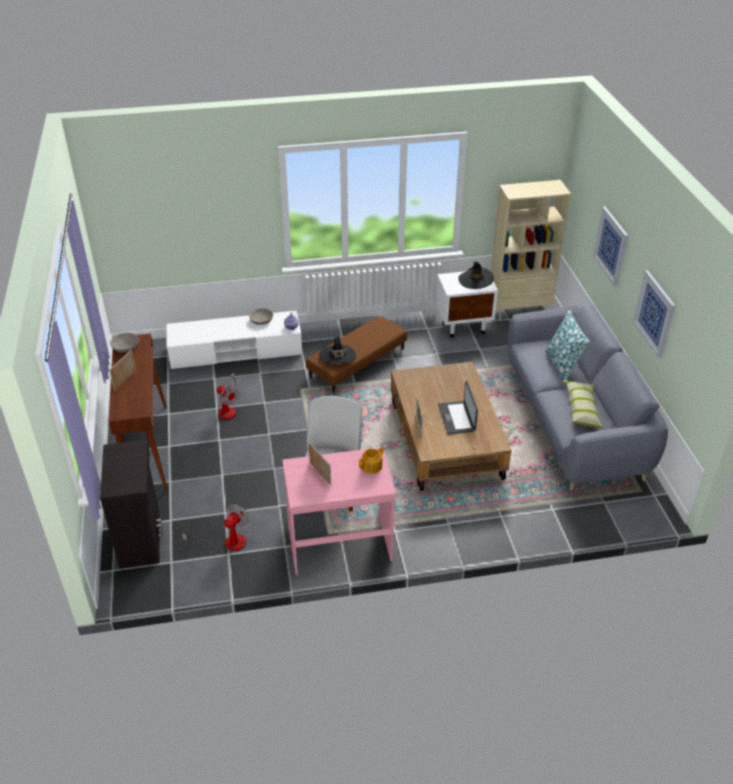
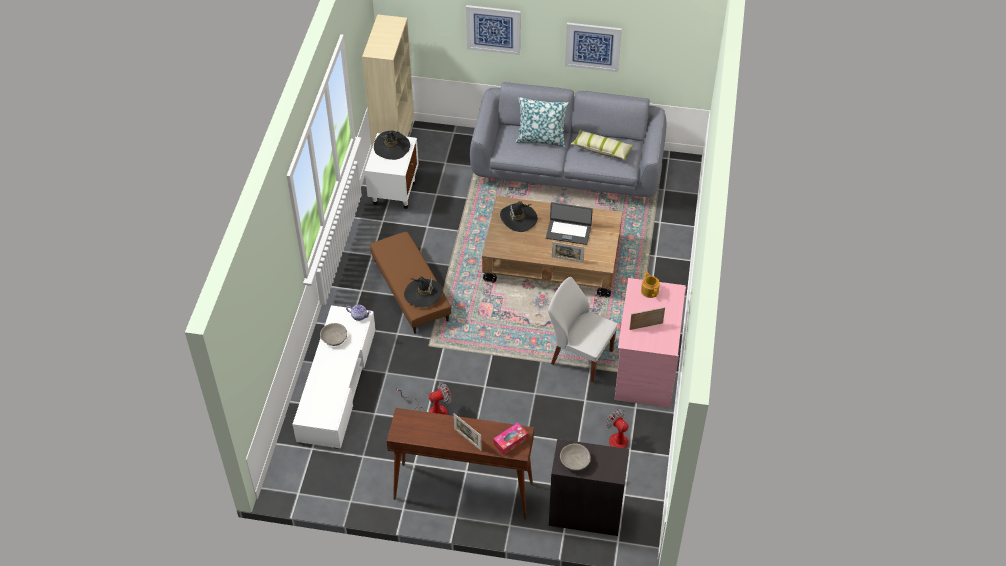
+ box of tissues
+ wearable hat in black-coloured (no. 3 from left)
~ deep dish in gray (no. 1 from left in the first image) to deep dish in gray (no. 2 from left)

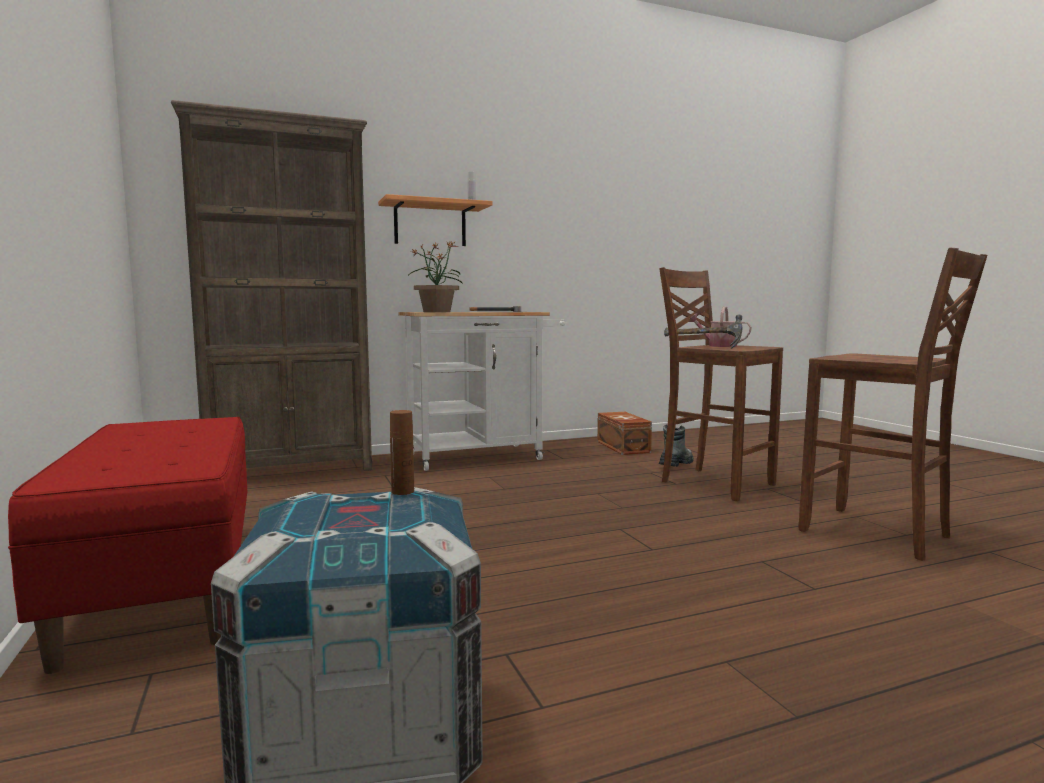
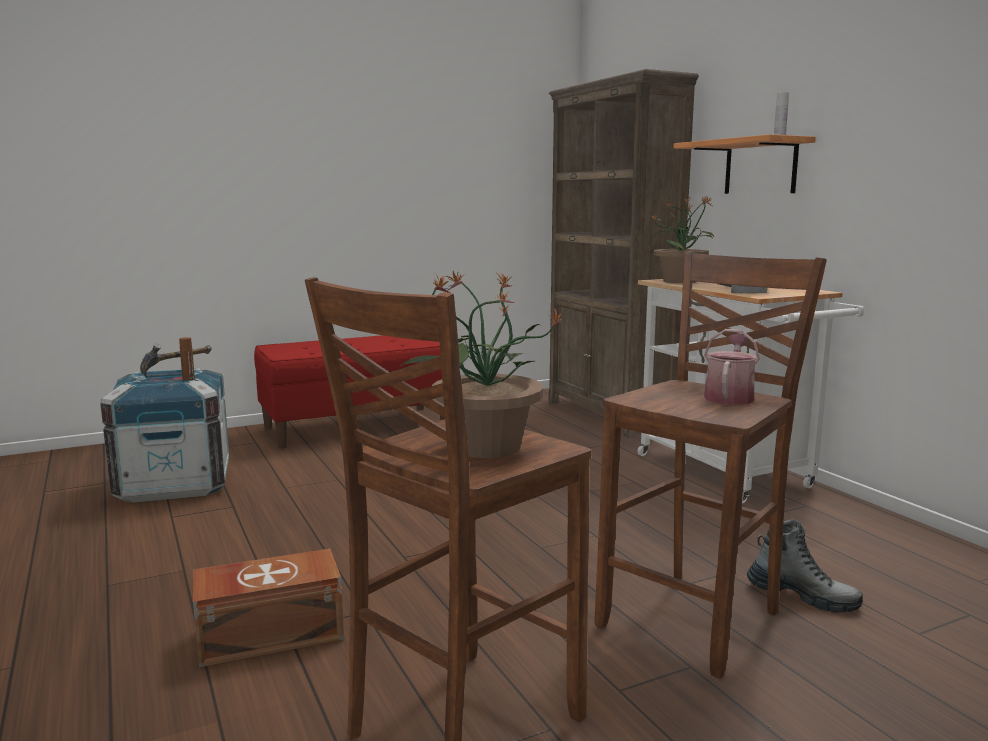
+ plant in a pot (no. 1 from left)
~ storage box in brown-coloured
~ hand hammer (no. 2 from left in the first image) to hand hammer (no. 1 from left)

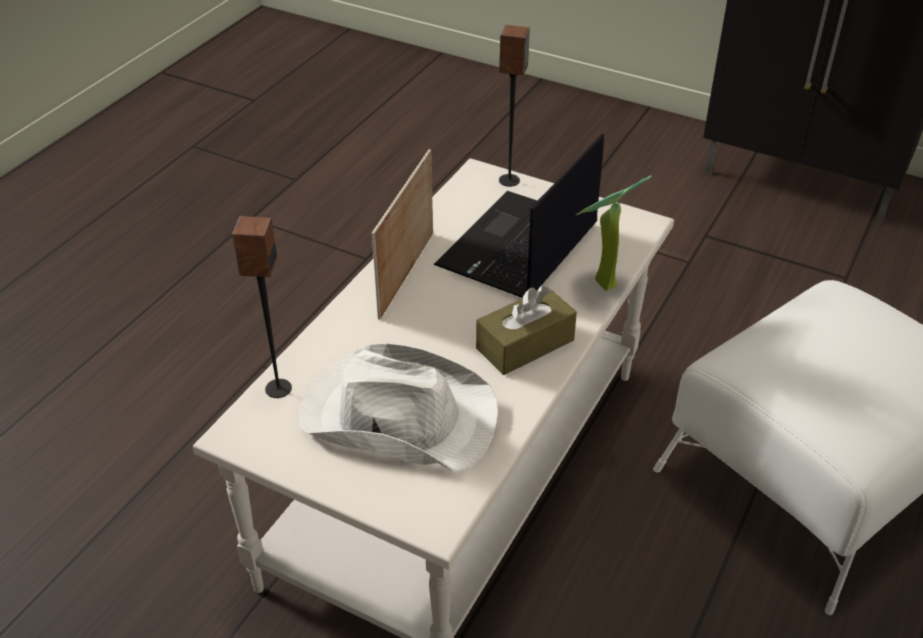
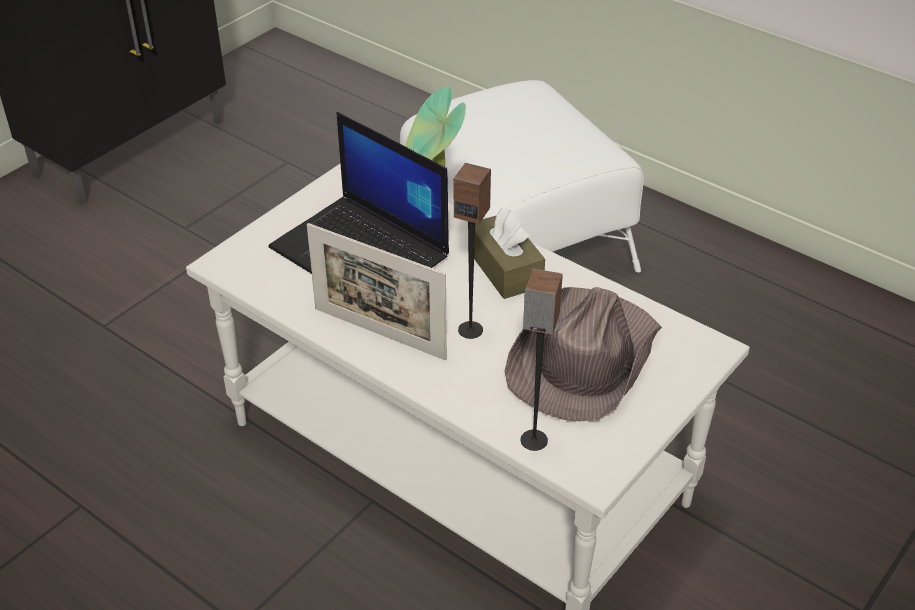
~ loudspeaker (no. 2 from left in the first image) to loudspeaker (no. 1 from left)
~ wearable hat in white to wearable hat in brown-coloured

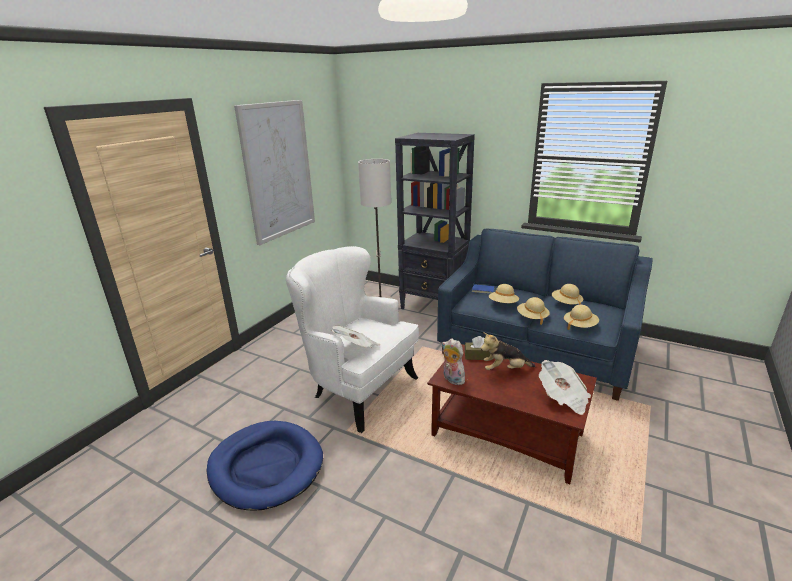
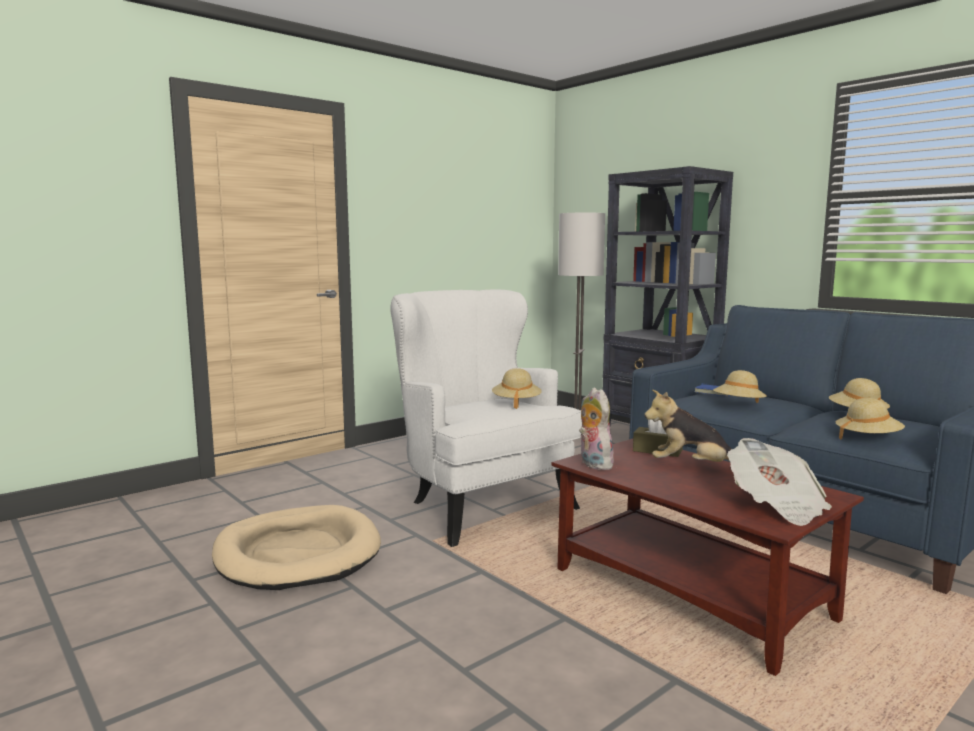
- wall art
- daily paper (no. 1 from left)
~ wearable hat in sand-coloured (no. 2 from left in the first image) to wearable hat in sand-coloured (no. 1 from left)
~ dog bed in bluish to dog bed in sand-coloured

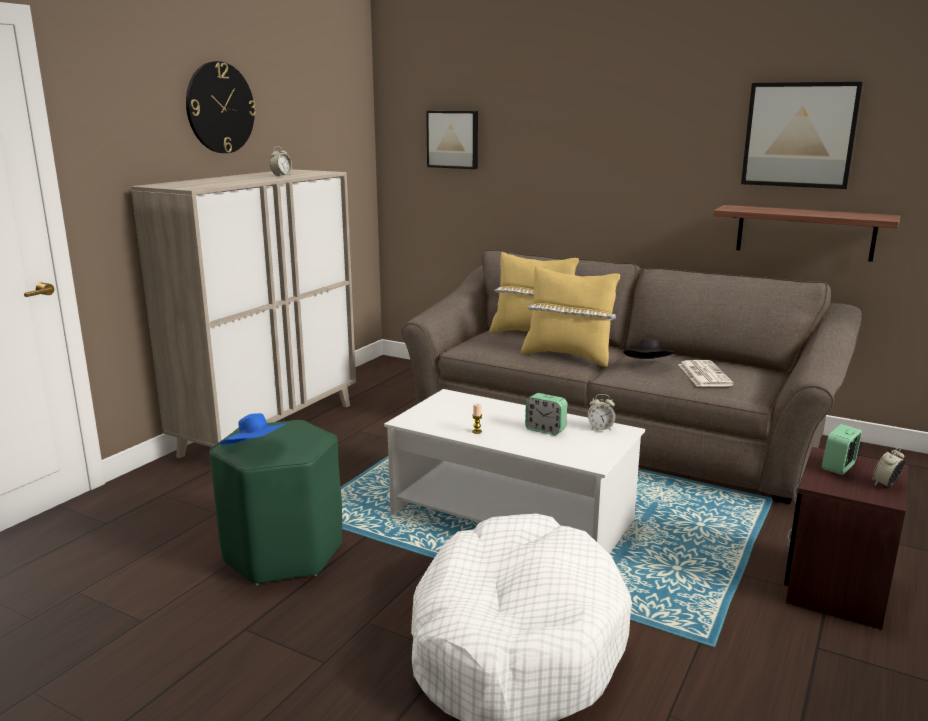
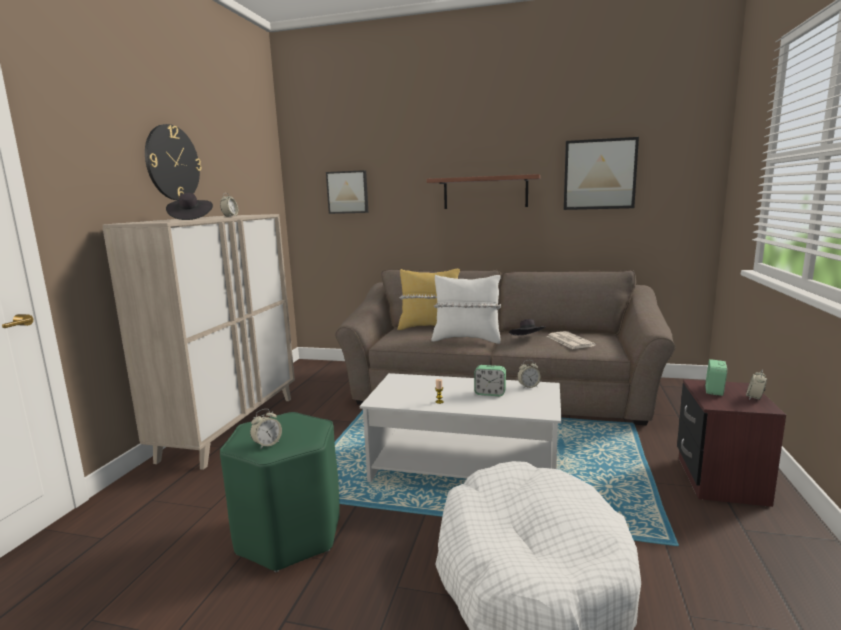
+ wearable hat in black-coloured (no. 1 from left)
~ wall shelf
~ wearable hat in bluish to bedside clock (no. 2 from left)
~ pillow in yellow (no. 2 from left) to pillow in white

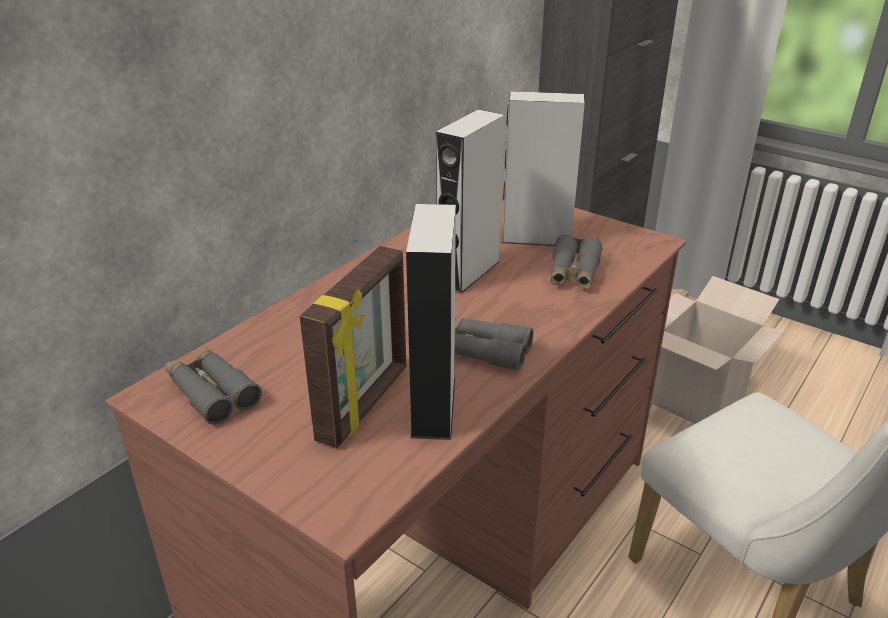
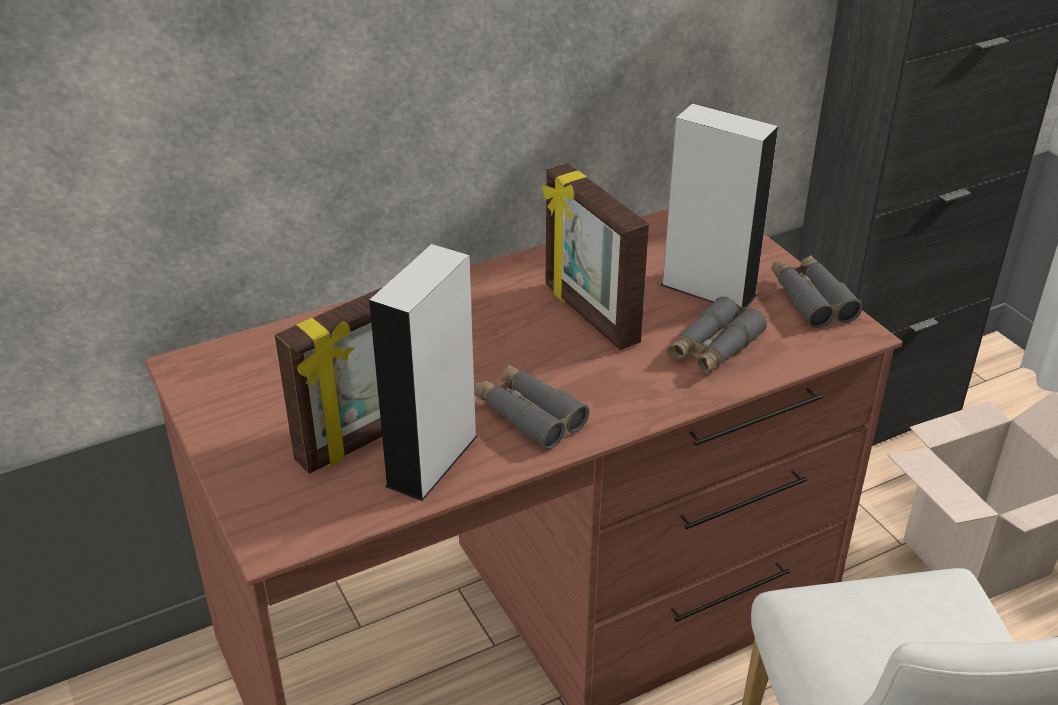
~ pair of binoculars in gray (no. 1 from left in the first image) to pair of binoculars in gray (no. 3 from left)
~ loudspeaker in gray (no. 2 from left) to photo frame (no. 2 from left)

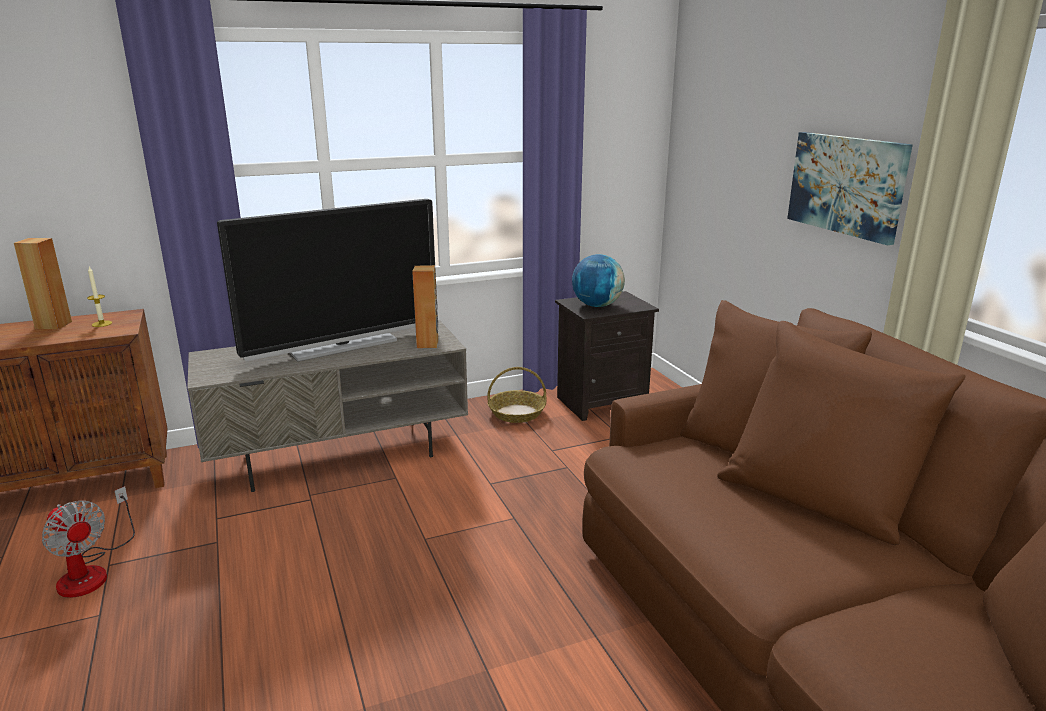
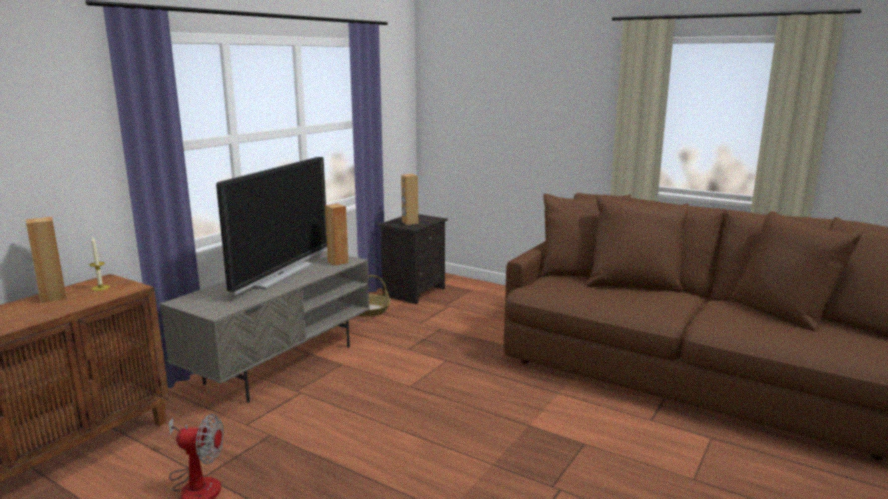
- wall art
~ globe to loudspeaker in brown-coloured (no. 3 from left)

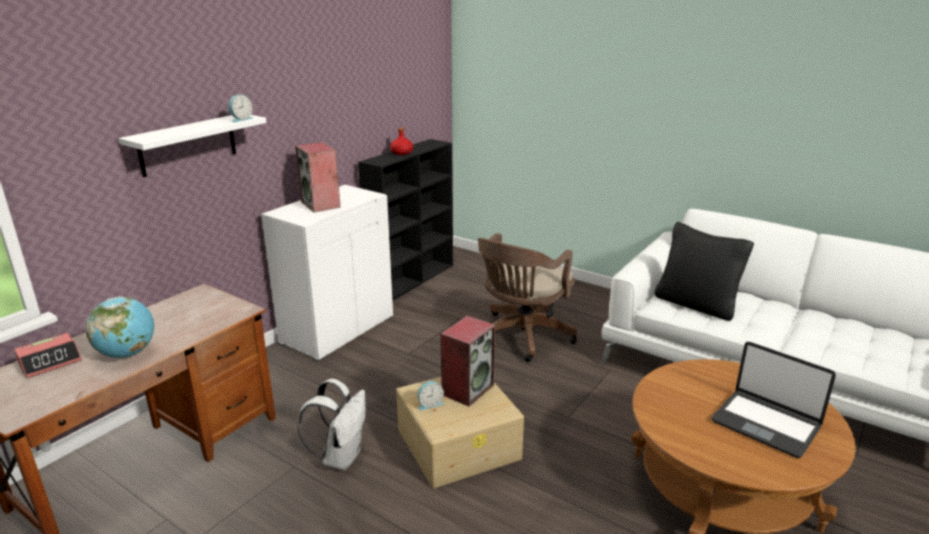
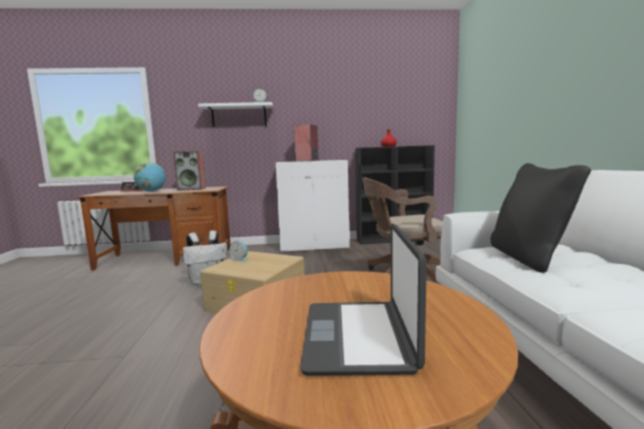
~ loudspeaker (no. 2 from left in the first image) to loudspeaker (no. 1 from left)

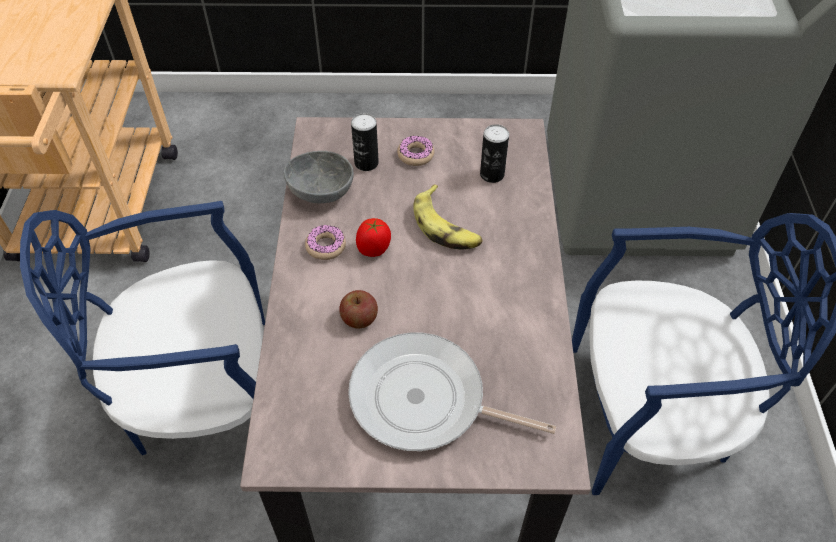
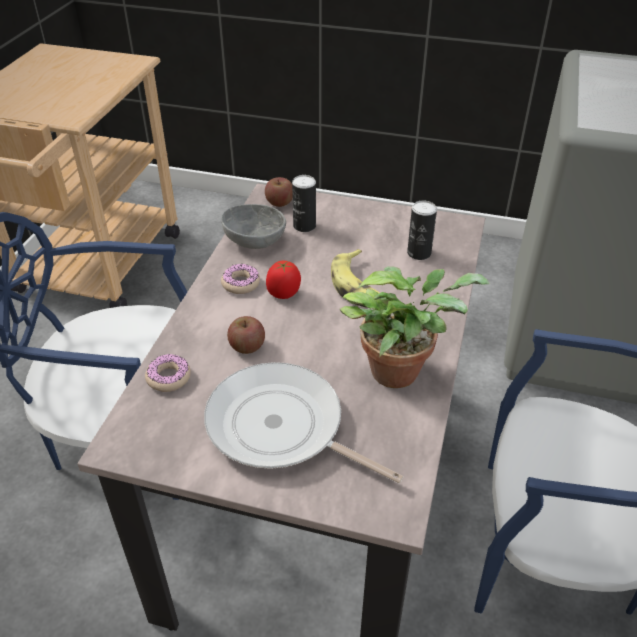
+ whole apple (no. 2 from left)
+ plant in a pot
~ donut (no. 2 from left in the first image) to donut (no. 1 from left)

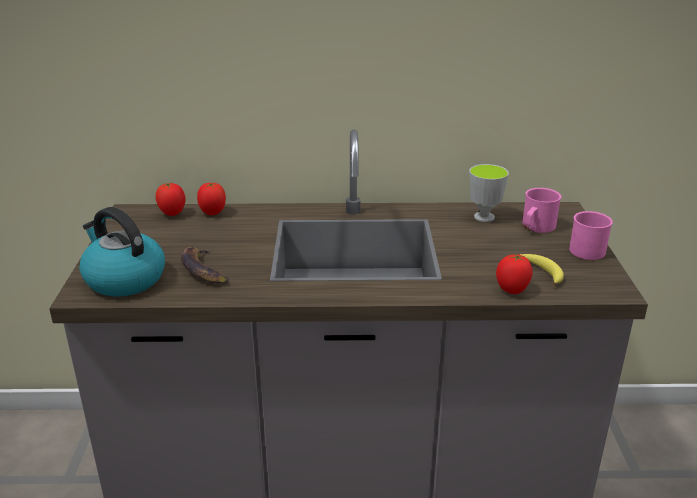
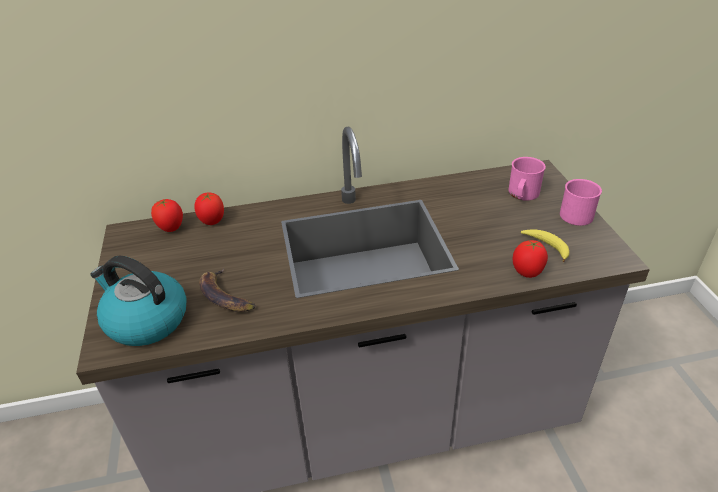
- cup

